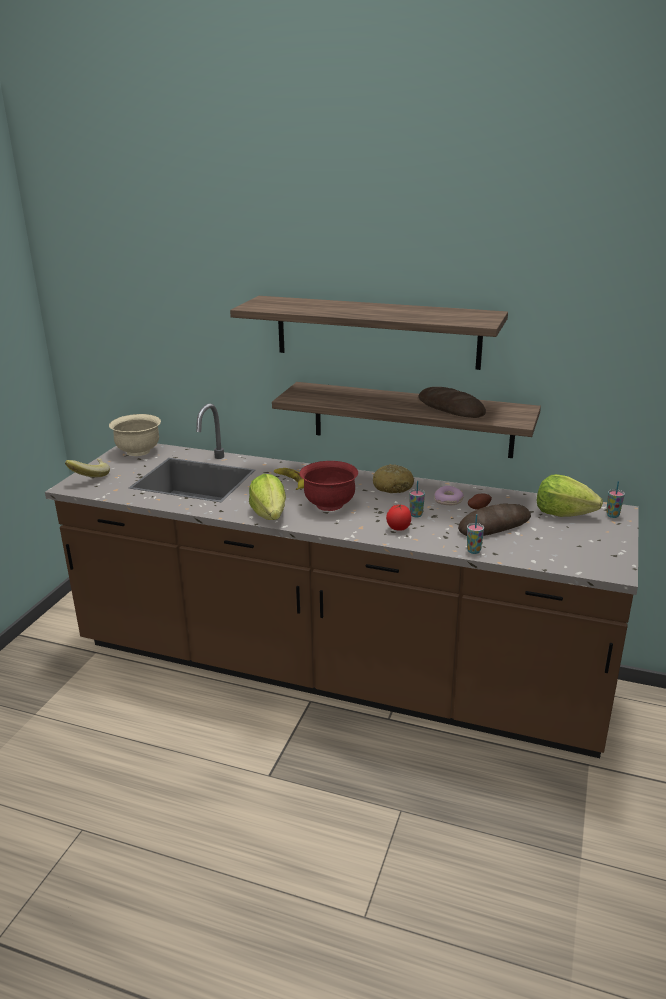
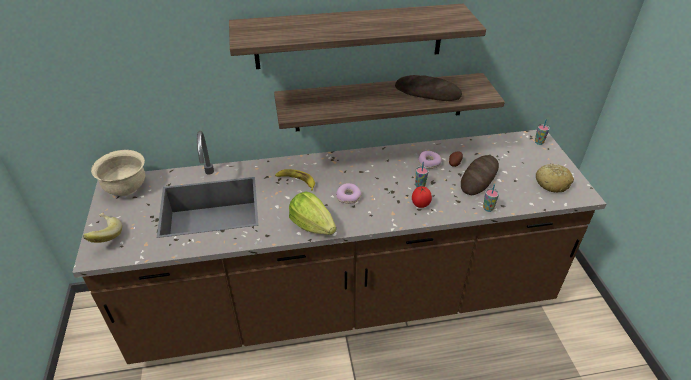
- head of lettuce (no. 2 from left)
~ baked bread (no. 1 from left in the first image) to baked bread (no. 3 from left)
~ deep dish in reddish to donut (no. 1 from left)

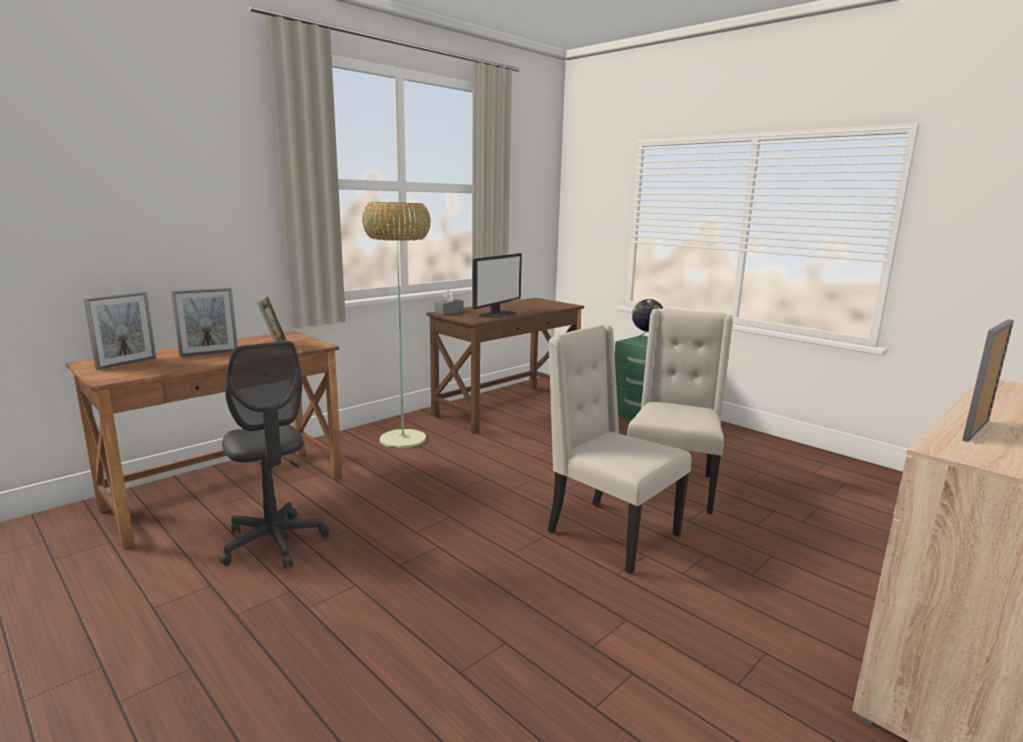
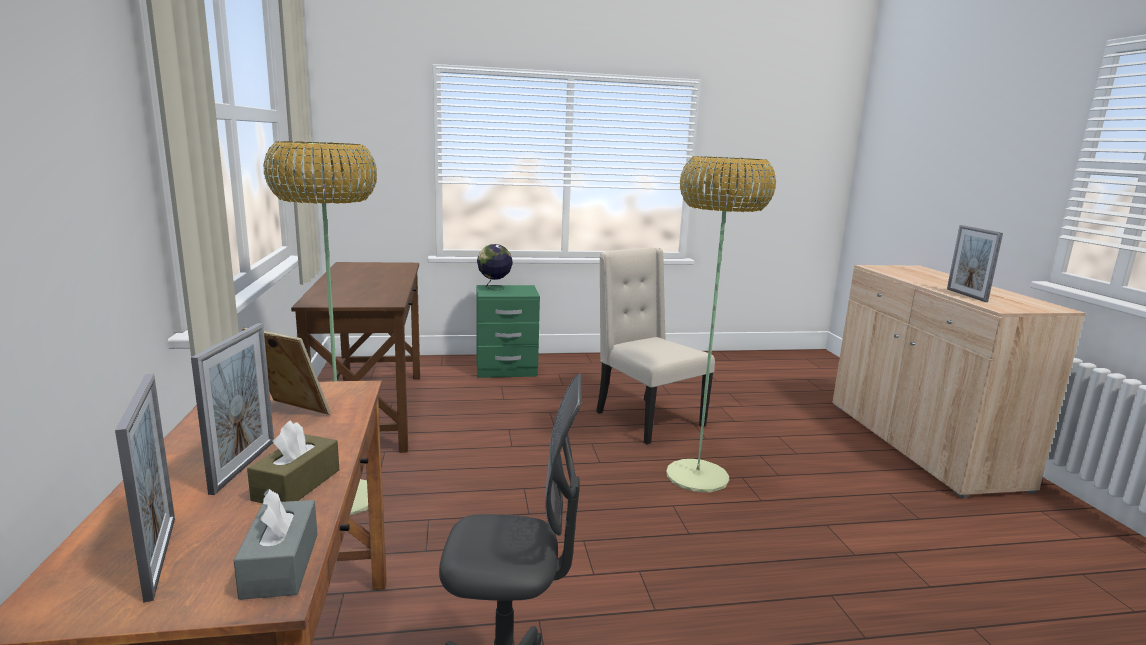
- computer screen
+ box of tissues in brown-coloured
~ box of tissues in gray
~ upright chair in sand-coloured (no. 1 from left) to standard lamp (no. 2 from left)

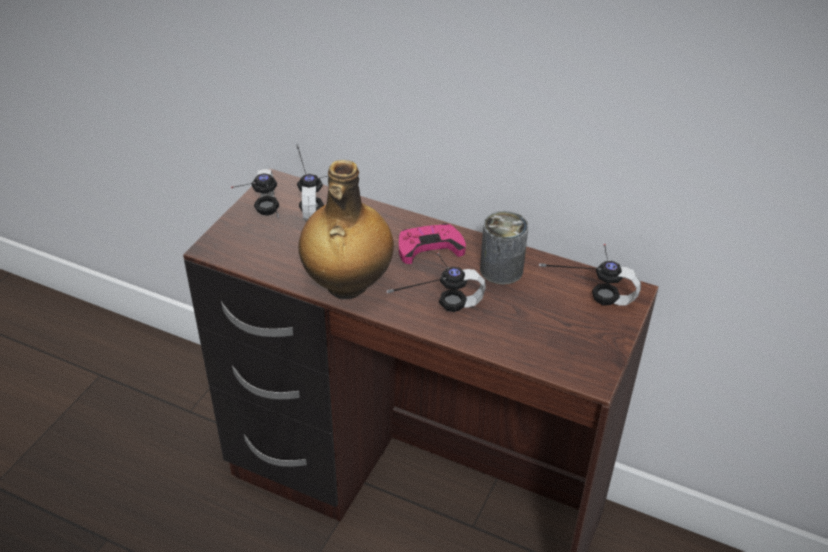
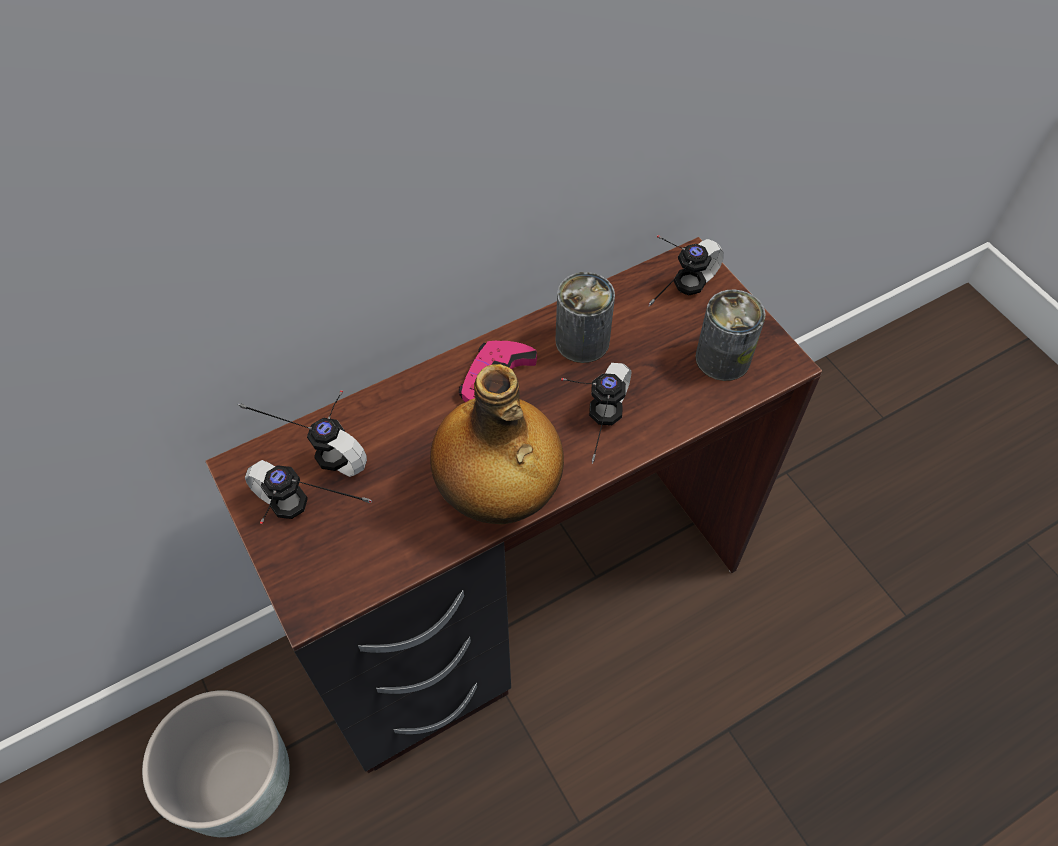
+ flower pot in gray
+ sealed can (no. 2 from left)

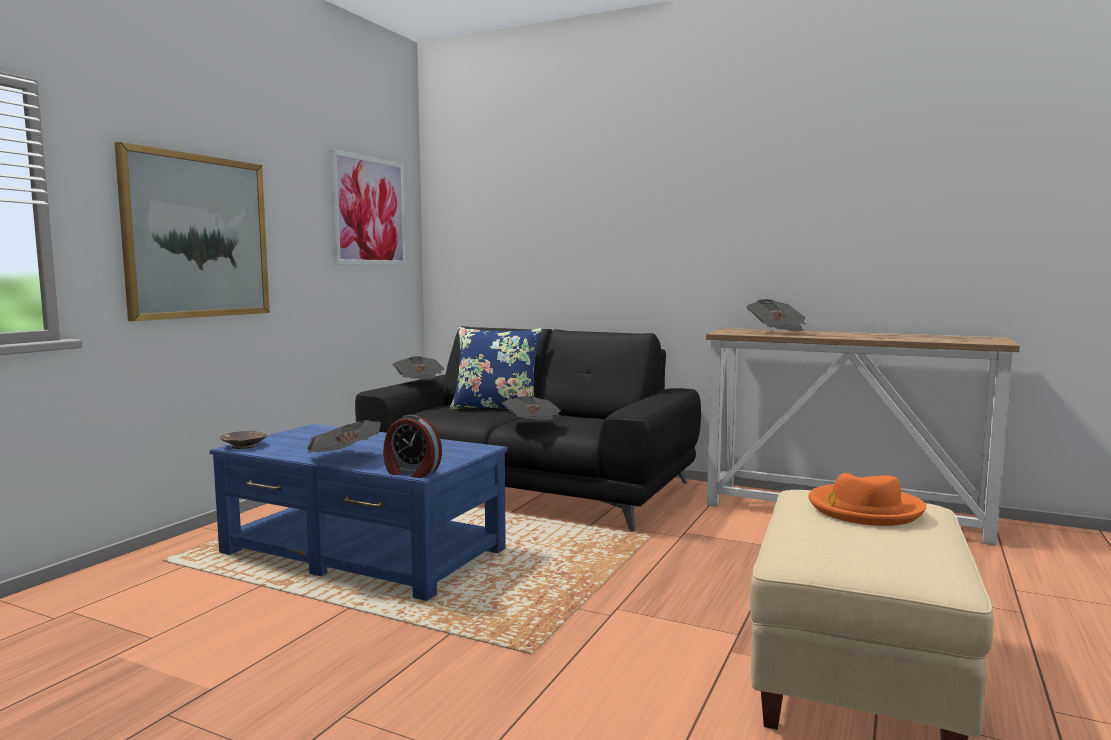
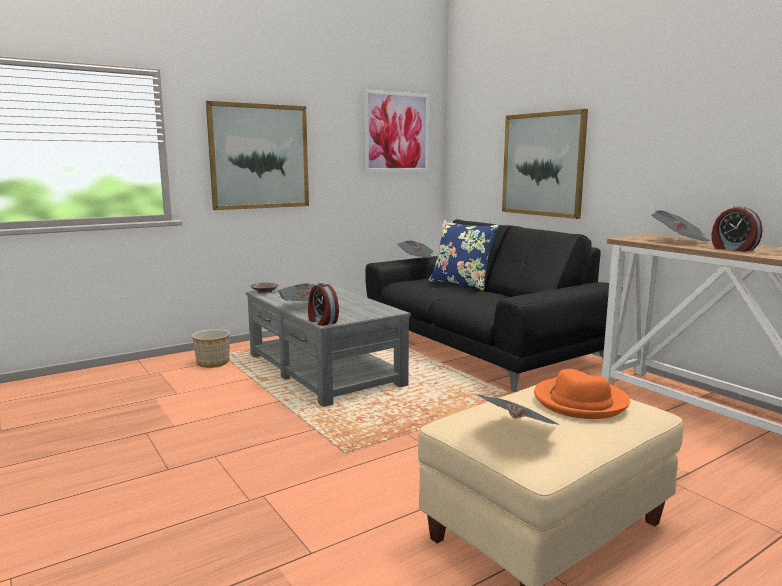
+ flower pot
+ wall art (no. 3 from left)
+ bedside clock (no. 2 from left)
~ daily paper (no. 3 from left)
~ lounge table in bluish to lounge table in gray

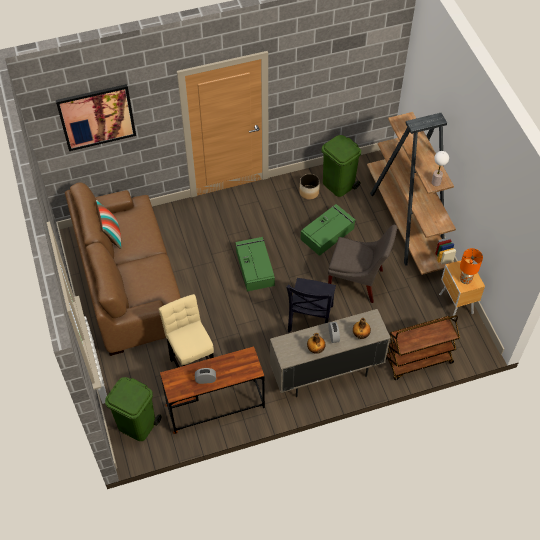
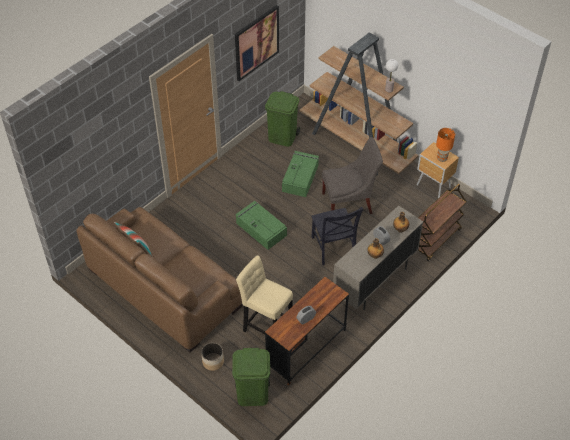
~ wall art
~ flower pot

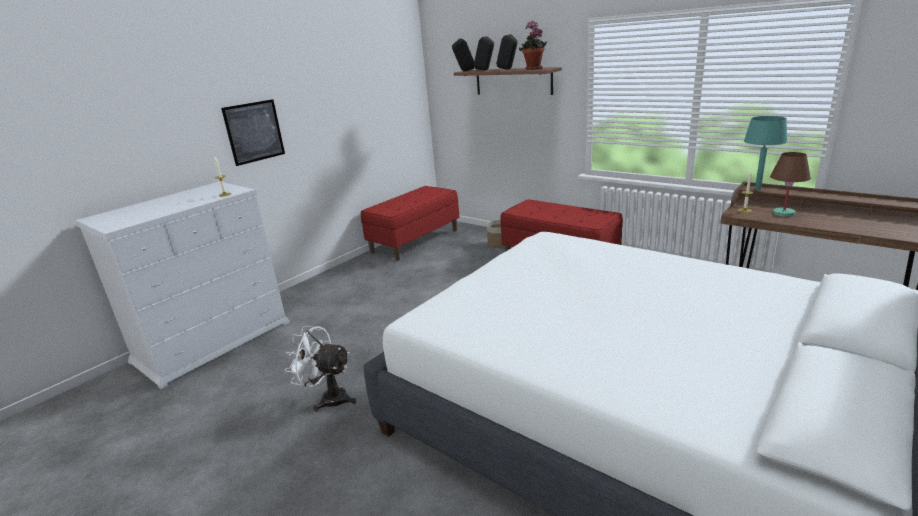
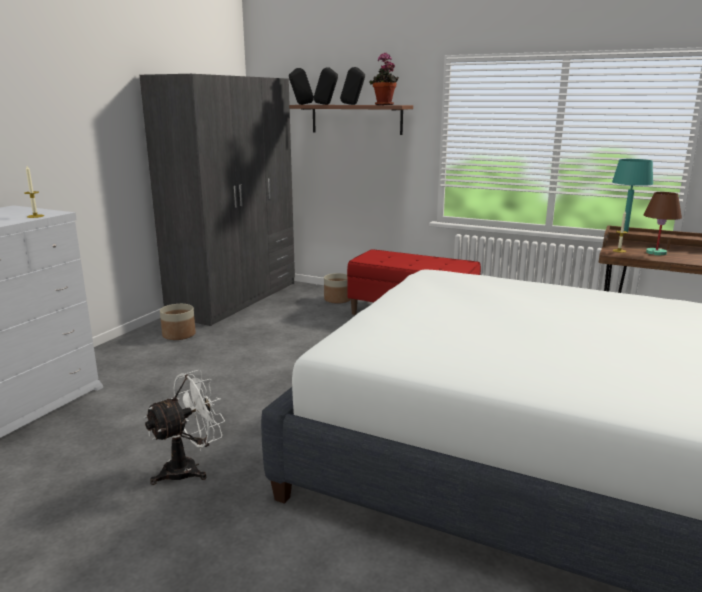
- wall art
+ flower pot (no. 1 from left)
~ bench in reddish (no. 1 from left) to wardrobe in gray
~ cooling fan in white 135 degrees clockwise

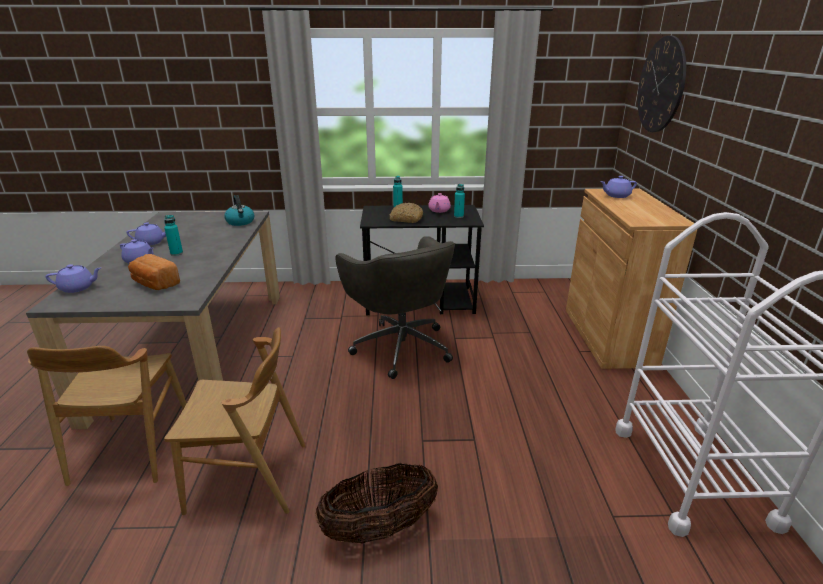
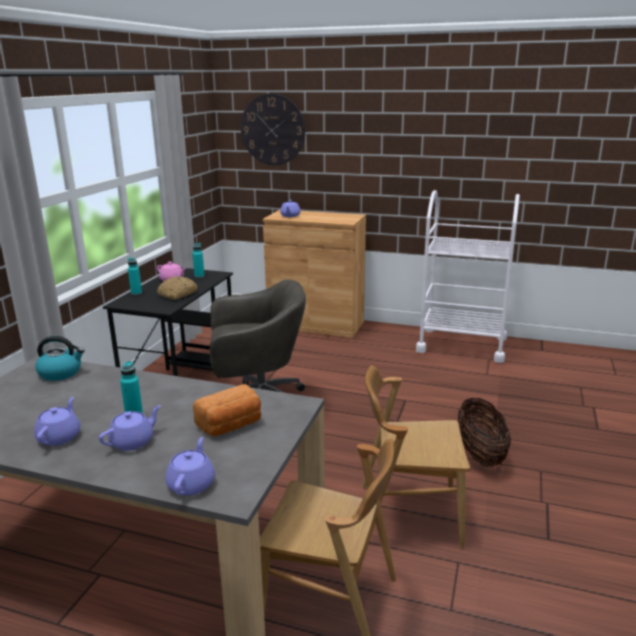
~ upright chair in brown-coloured (no. 2 from left) 105 degrees counterclockwise

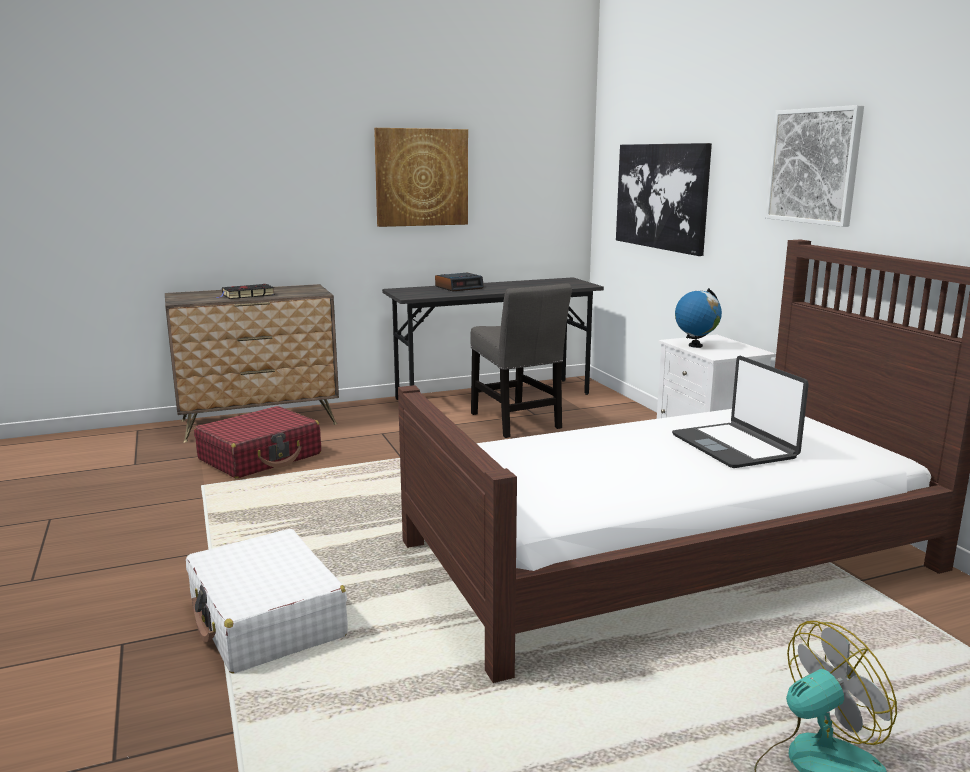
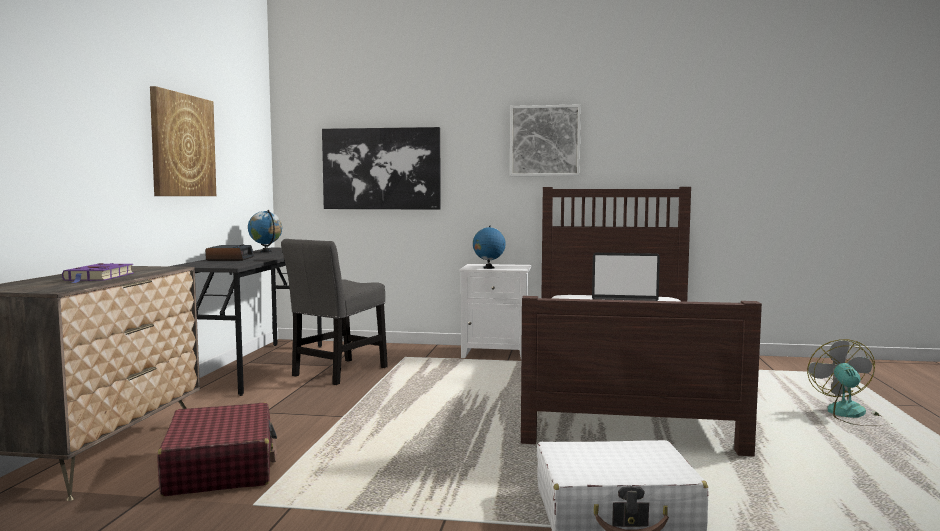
+ globe (no. 1 from left)
~ book in black-coloured to book in purplish
~ upright chair in gray 120 degrees clockwise

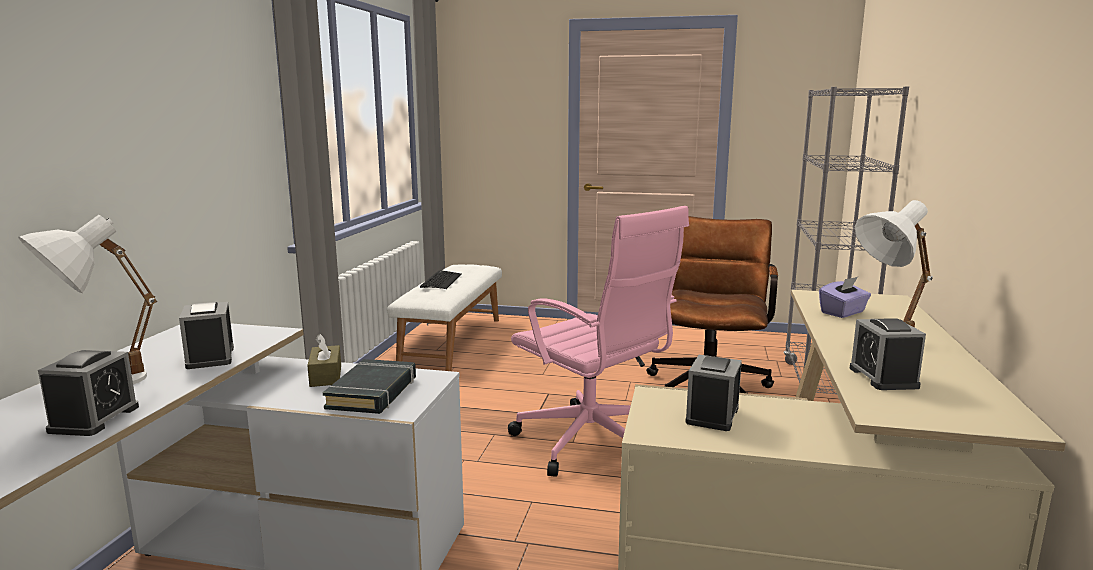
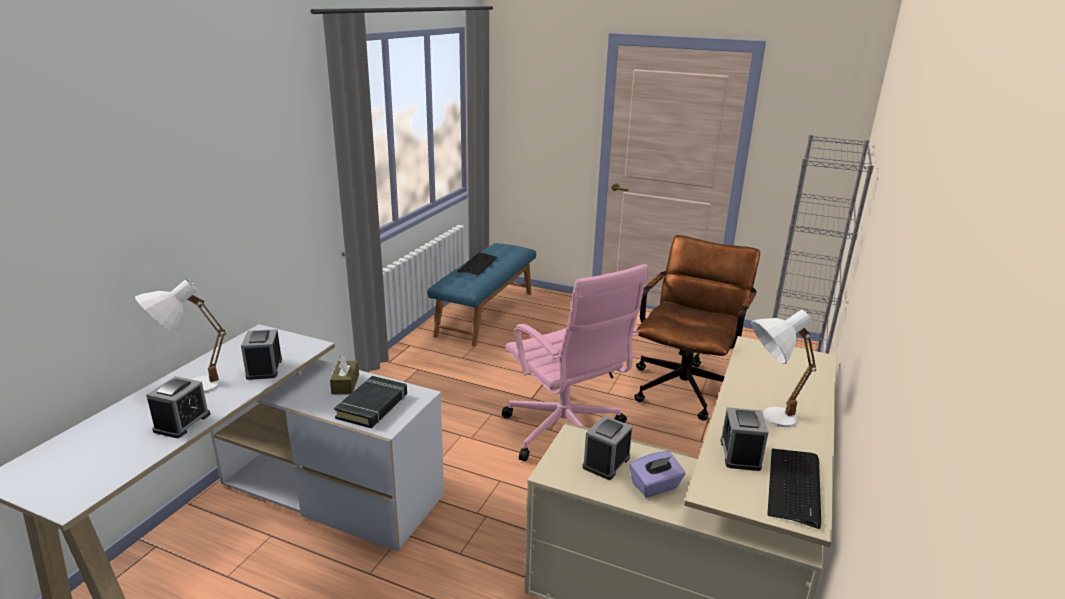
+ keyboard (no. 2 from left)
~ box of tissues in purplish
~ bench in white to bench in bluish

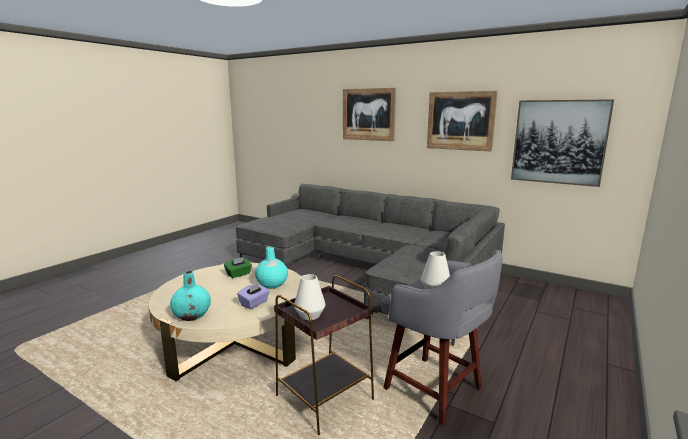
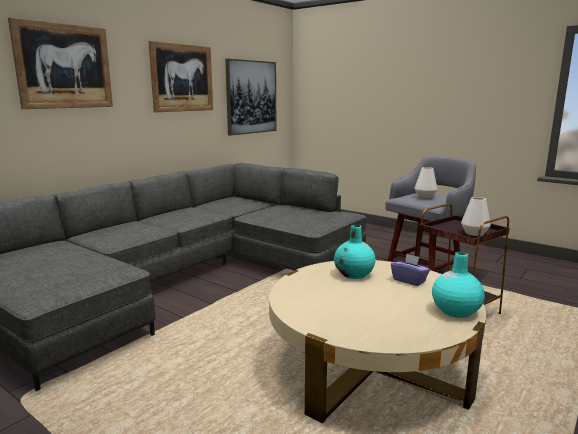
- box of tissues in green

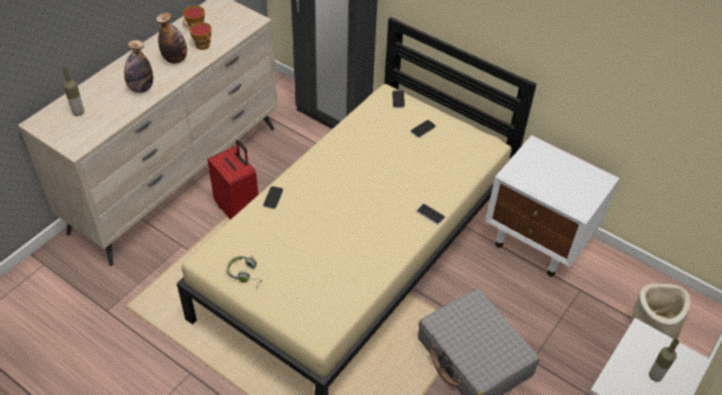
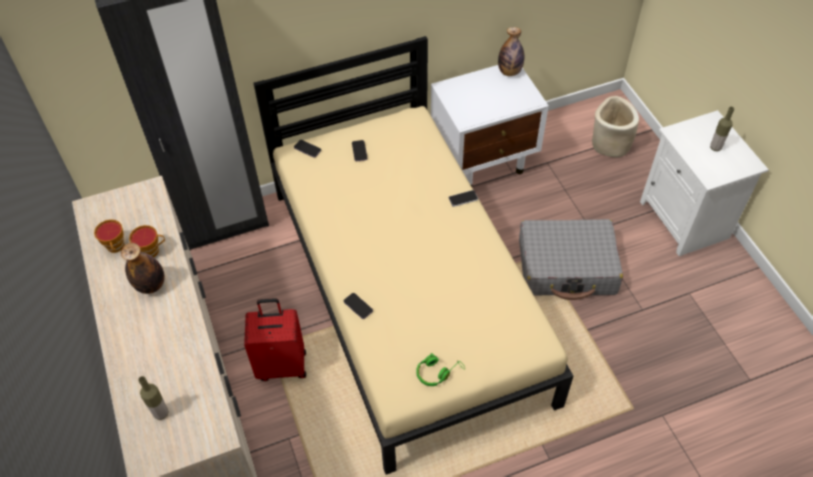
~ drink bottle (no. 2 from left in the first image) to drink bottle (no. 3 from left)
~ headset in gray to headset in green

